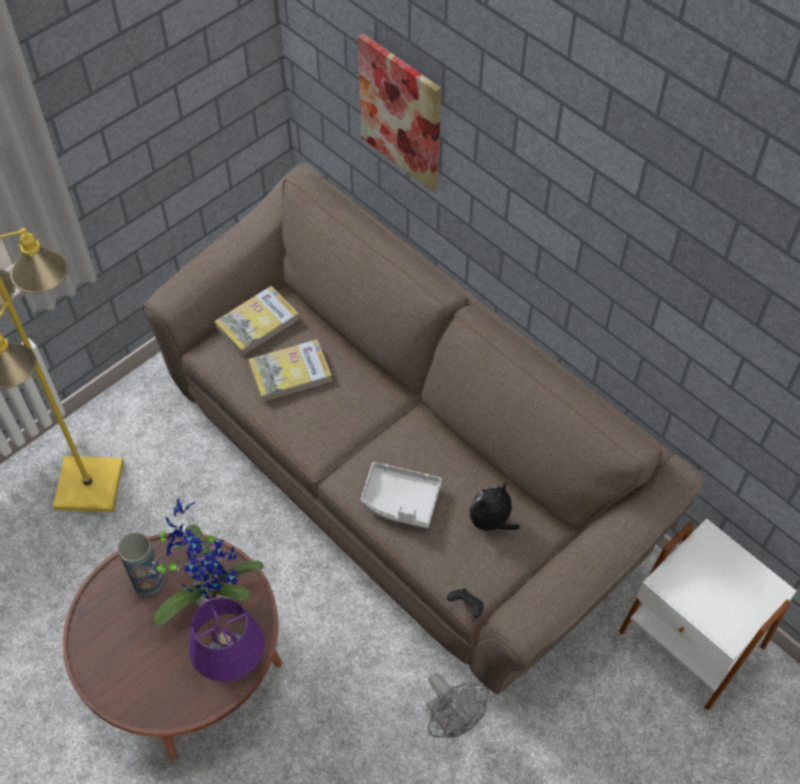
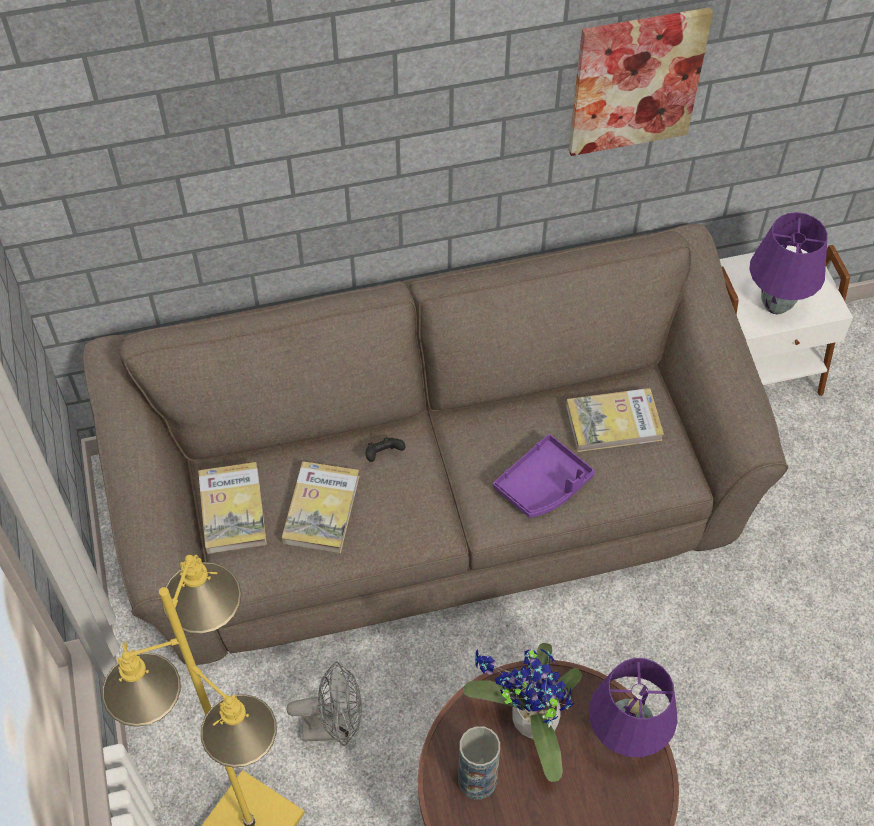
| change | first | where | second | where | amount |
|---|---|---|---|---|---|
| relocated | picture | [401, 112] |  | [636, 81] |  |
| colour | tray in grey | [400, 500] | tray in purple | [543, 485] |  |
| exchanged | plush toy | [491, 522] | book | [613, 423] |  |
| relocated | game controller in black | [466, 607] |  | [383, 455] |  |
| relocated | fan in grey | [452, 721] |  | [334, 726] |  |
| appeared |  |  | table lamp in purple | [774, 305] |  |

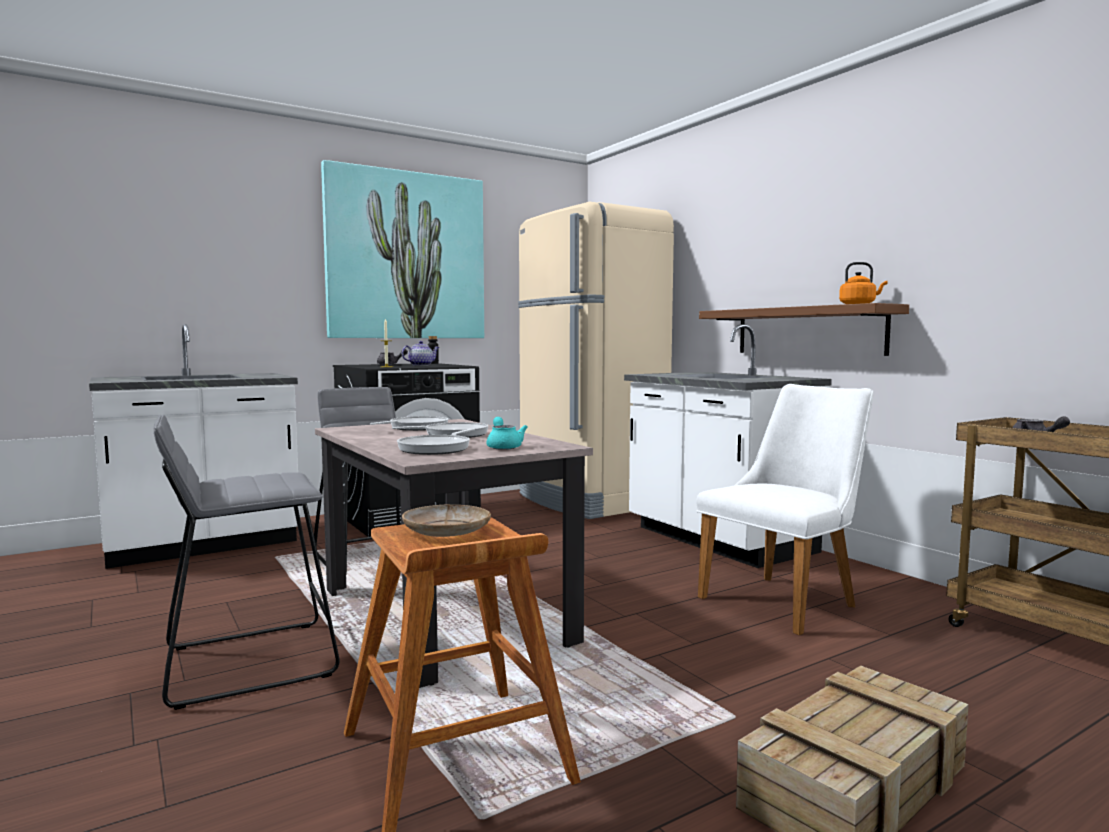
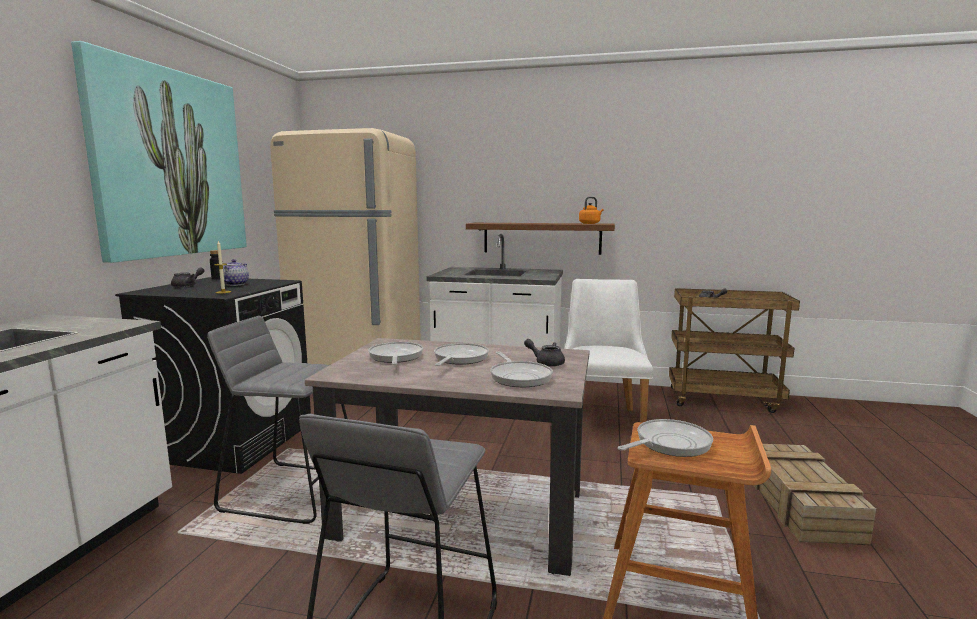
| change | first | where | second | where | amount |
|---|---|---|---|---|---|
| colour | teapot in turquoise | [504, 446] | teapot in grey | [546, 362] |  |
| exchanged | plate in beige | [446, 531] | frying pan | [669, 443] |  |

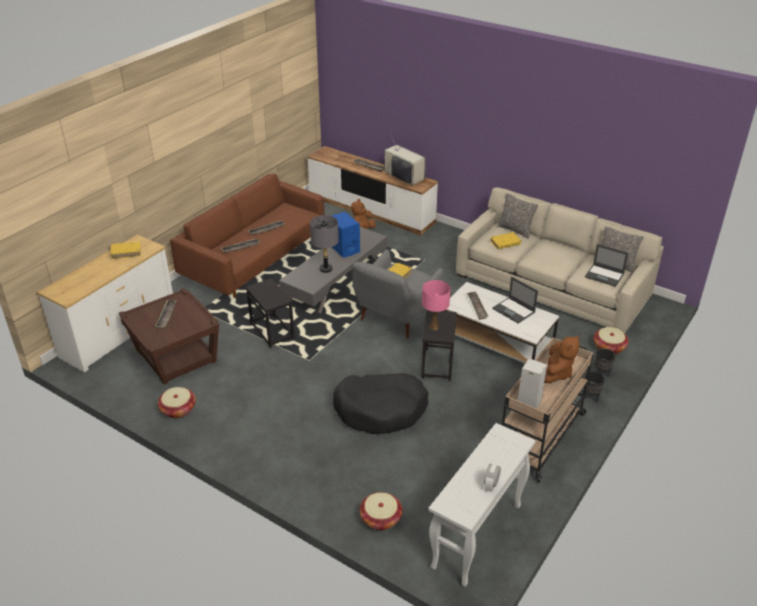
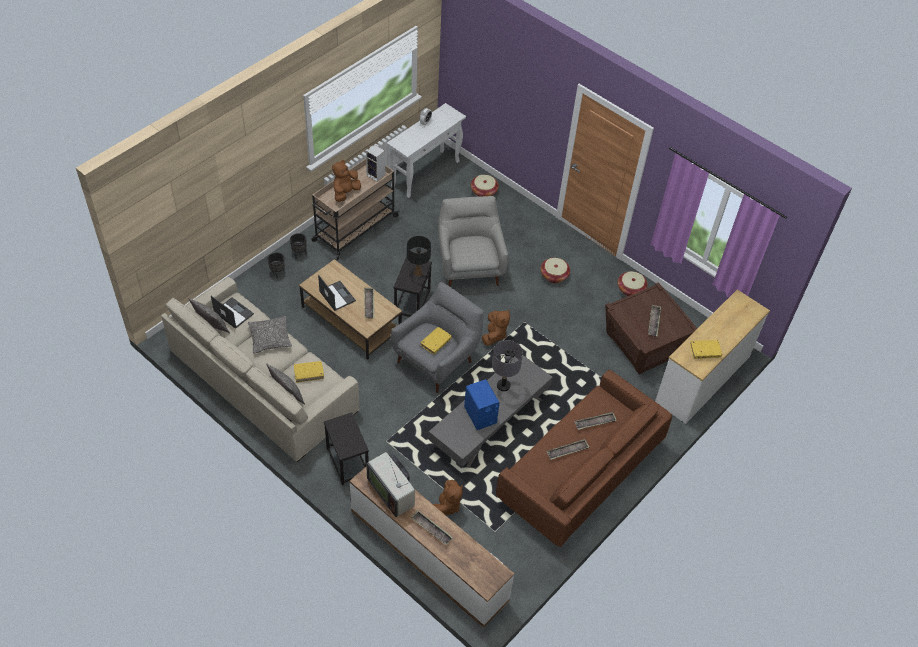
| change | first | where | second | where | amount |
|---|---|---|---|---|---|
| relocated | side table in black | [272, 331] |  | [347, 462] |  |
| colour | table lamp in pink | [434, 327] | table lamp in black | [418, 273] |  |
| colour | coffee table in white | [496, 340] | coffee table in brown | [351, 319] |  |
| relocated | basket | [609, 347] |  | [554, 275] |  |
| exchanged | dog bed in black | [381, 410] | armchair in grey | [469, 267] |  |
| appeared |  |  | plush toy in brown | [494, 335] |  |
| appeared |  |  | pillow | [270, 338] |  |

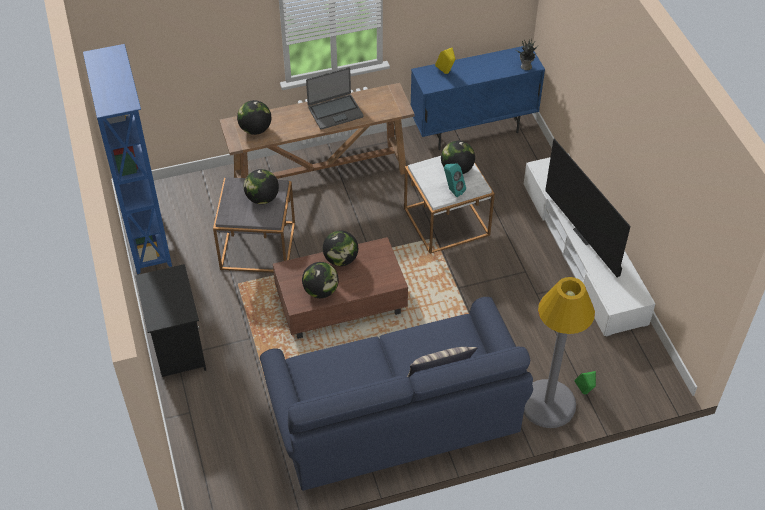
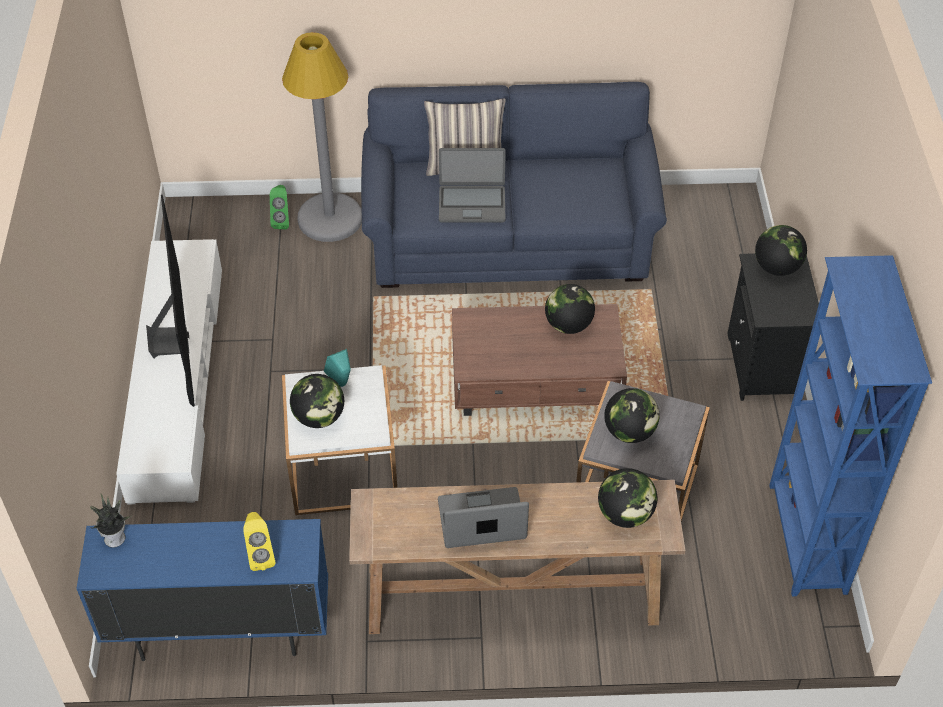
| change | first | where | second | where | amount |
|---|---|---|---|---|---|
| relocated | globe | [341, 259] |  | [776, 267] |  |
| appeared |  |  | laptop | [472, 204] |  |

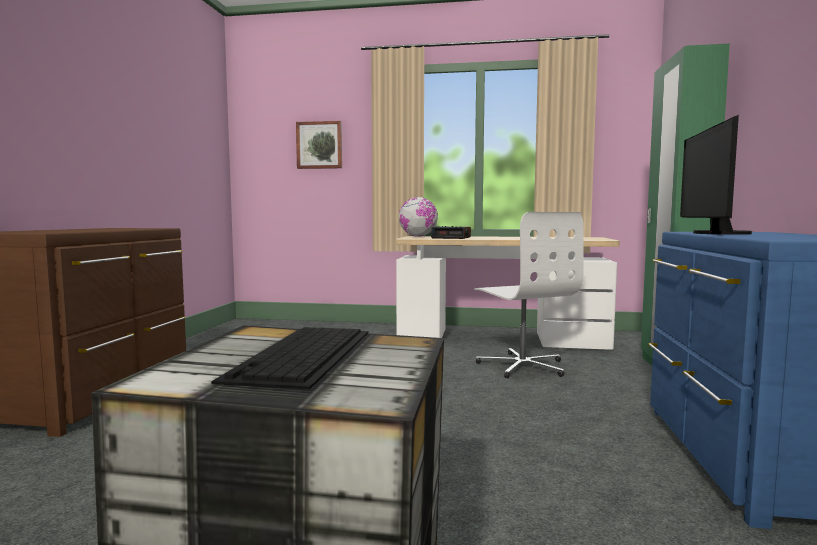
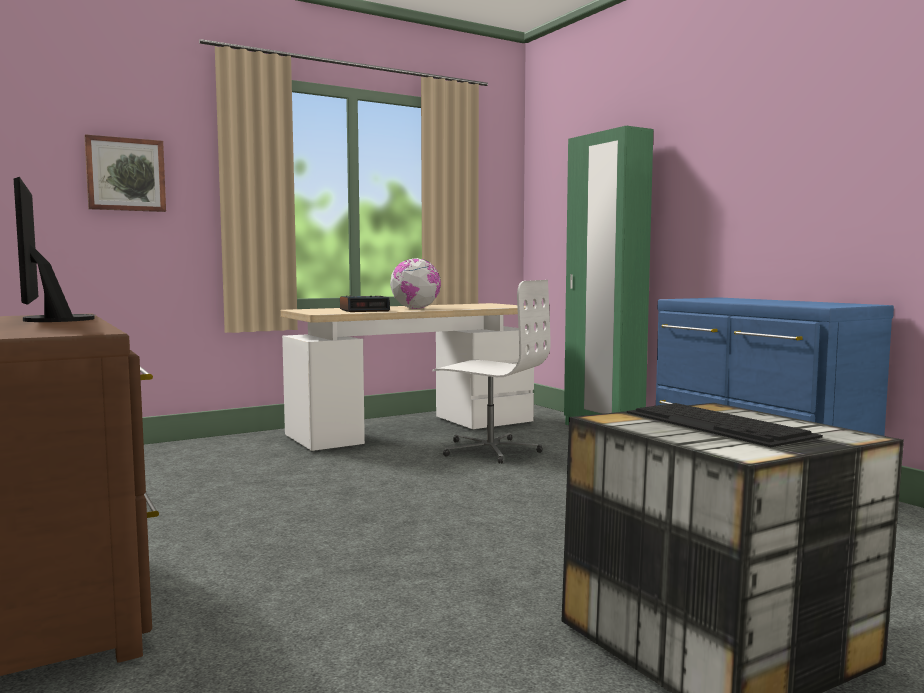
| change | first | where | second | where | amount |
|---|---|---|---|---|---|
| relocated | monitor | [715, 233] |  | [50, 320] |  |
| relocated | globe | [418, 236] |  | [416, 308] |  |

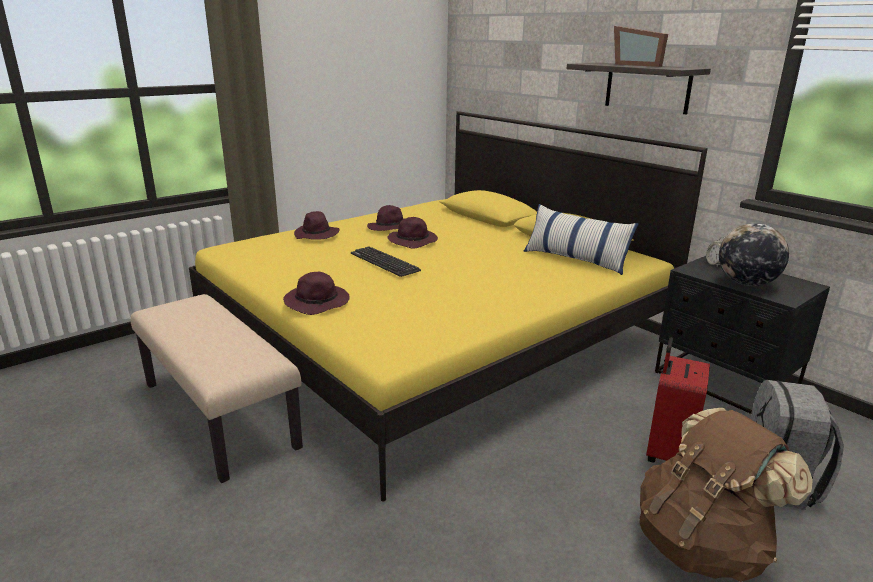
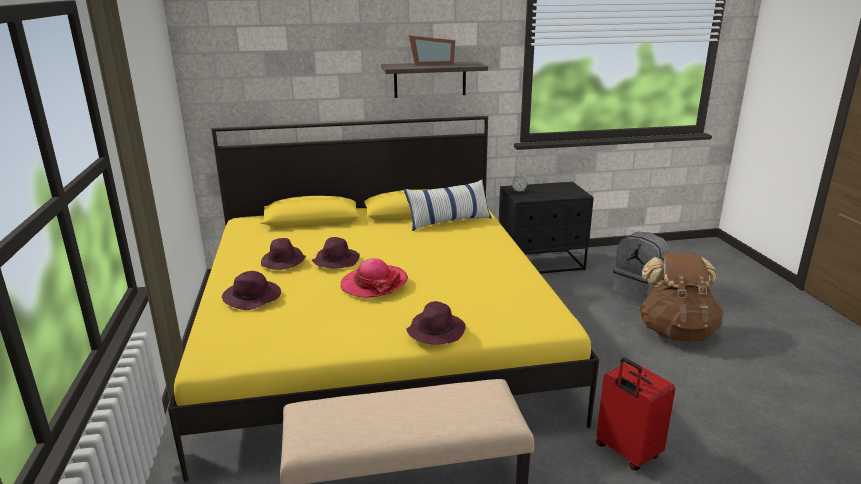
| change | first | where | second | where | amount |
|---|---|---|---|---|---|
| missing | globe | [746, 283] |  |  |  |
| exchanged | keyboard | [384, 262] | hat | [374, 283] |  |
| relocated | suitcase in red | [667, 453] |  | [626, 452] |  |

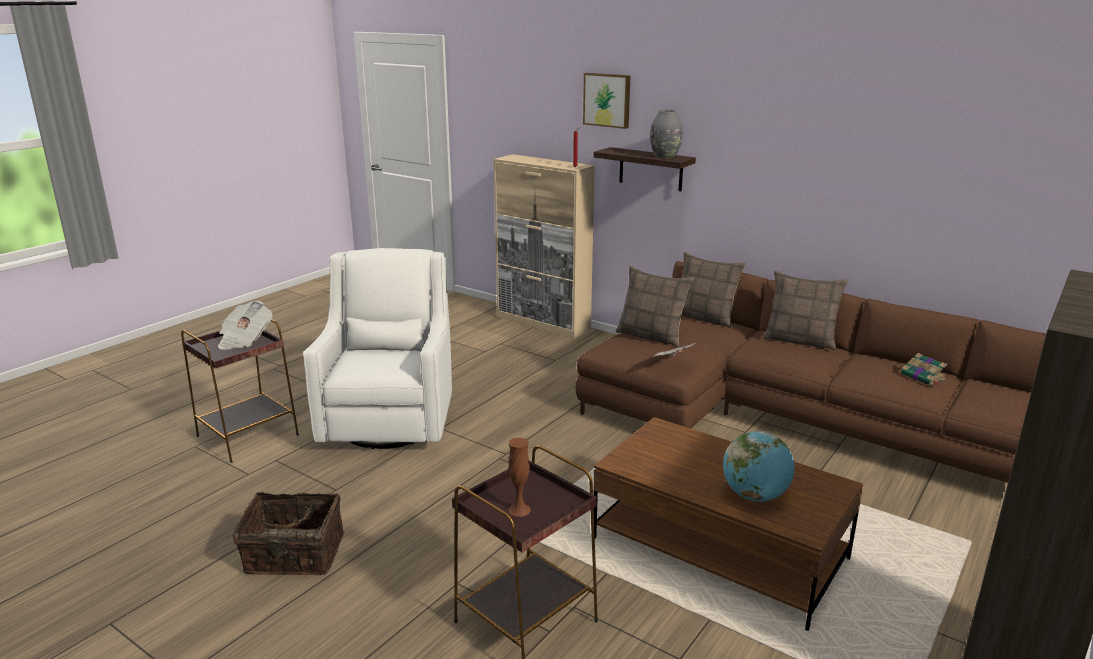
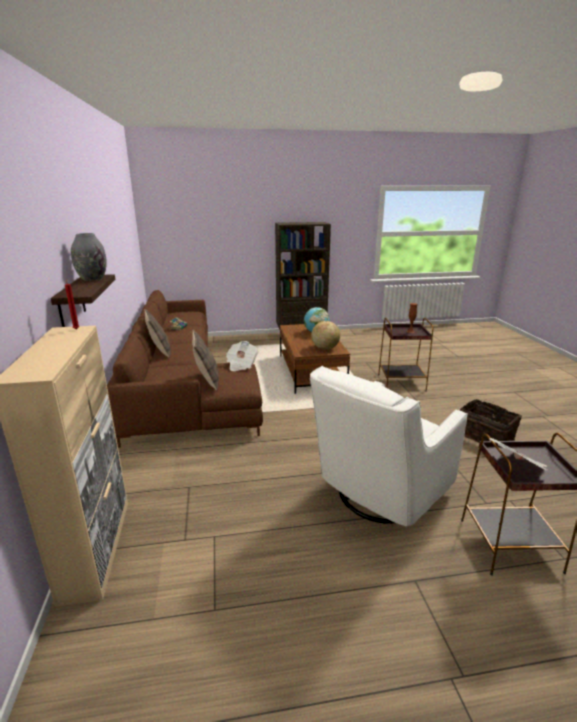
| change | first | where | second | where | amount |
|---|---|---|---|---|---|
| missing | picture | [607, 100] |  |  |  |
| missing | pillow | [704, 318] |  |  |  |
| appeared |  |  | globe | [325, 348] |  |

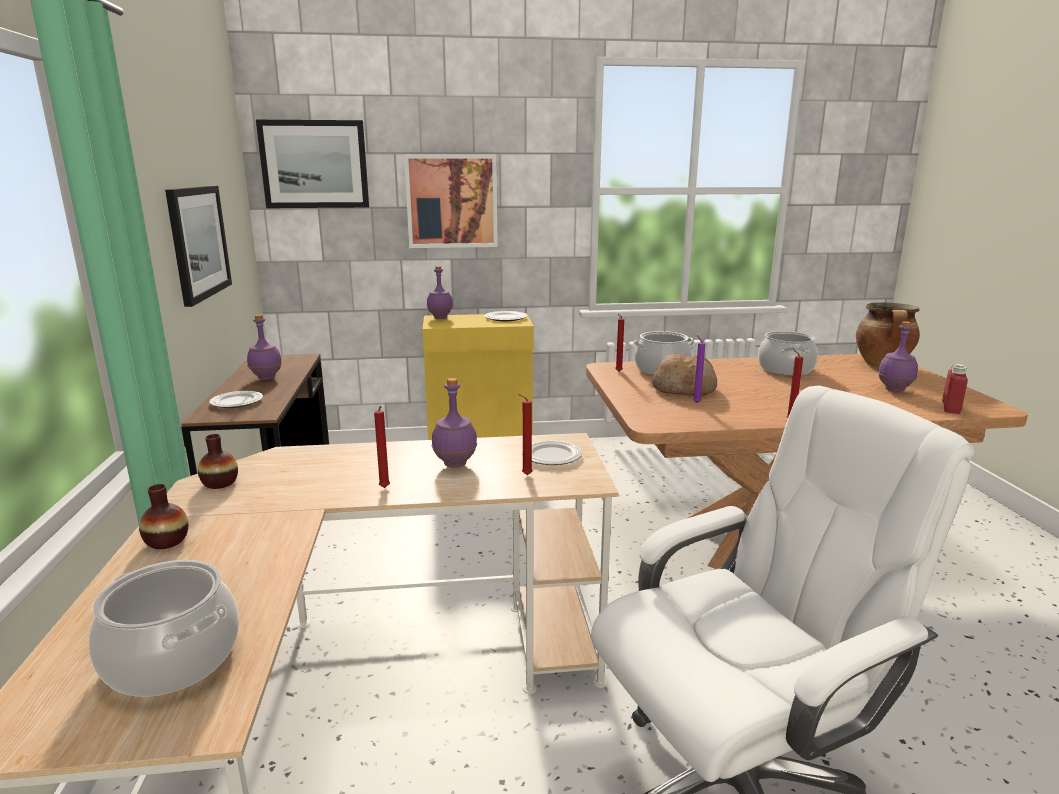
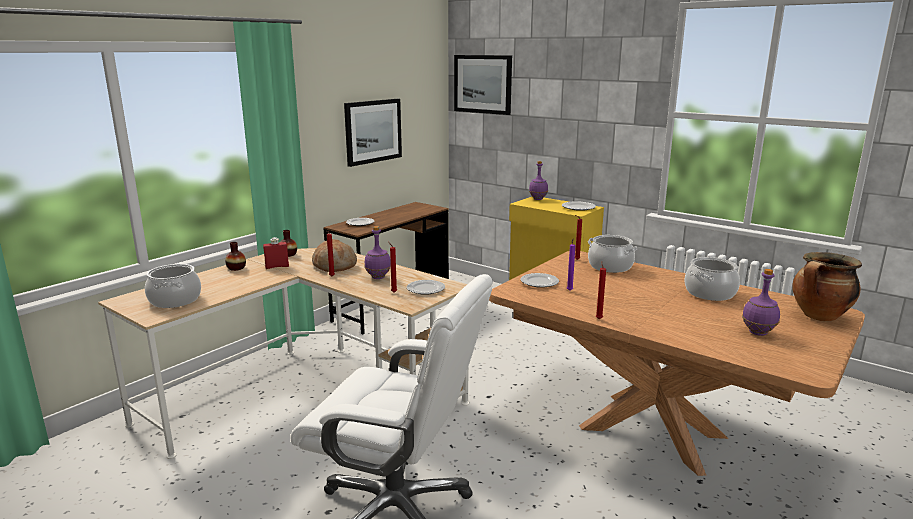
| change | first | where | second | where | amount |
|---|---|---|---|---|---|
| missing | picture | [452, 201] |  |  |  |
| missing | bottle in purple | [266, 378] |  |  |  |
| relocated | bread | [684, 389] |  | [334, 266] |  |
| relocated | bottle in red | [950, 408] |  | [277, 266] |  |
| appeared |  |  | plate | [539, 282] |  |

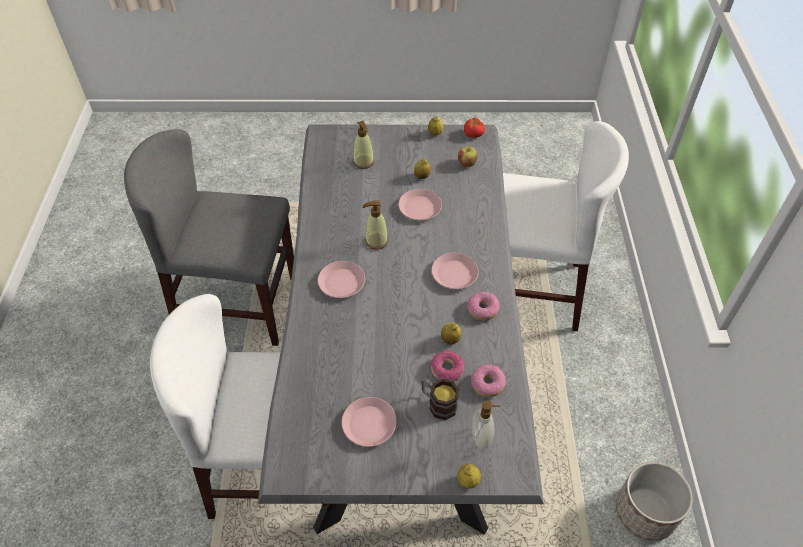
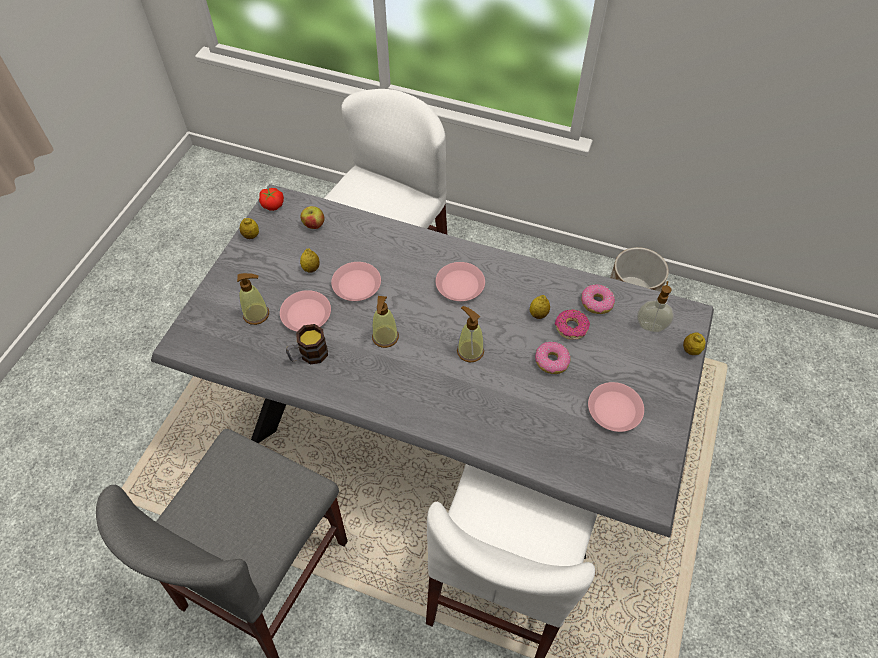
| change | first | where | second | where | amount |
|---|---|---|---|---|---|
| relocated | plate in pink | [341, 282] |  | [306, 314] |  |
| relocated | donut | [482, 309] |  | [551, 361] |  |
| relocated | mug | [438, 403] |  | [308, 355] |  |
| appeared |  |  | soap dispenser | [470, 351] |  |

